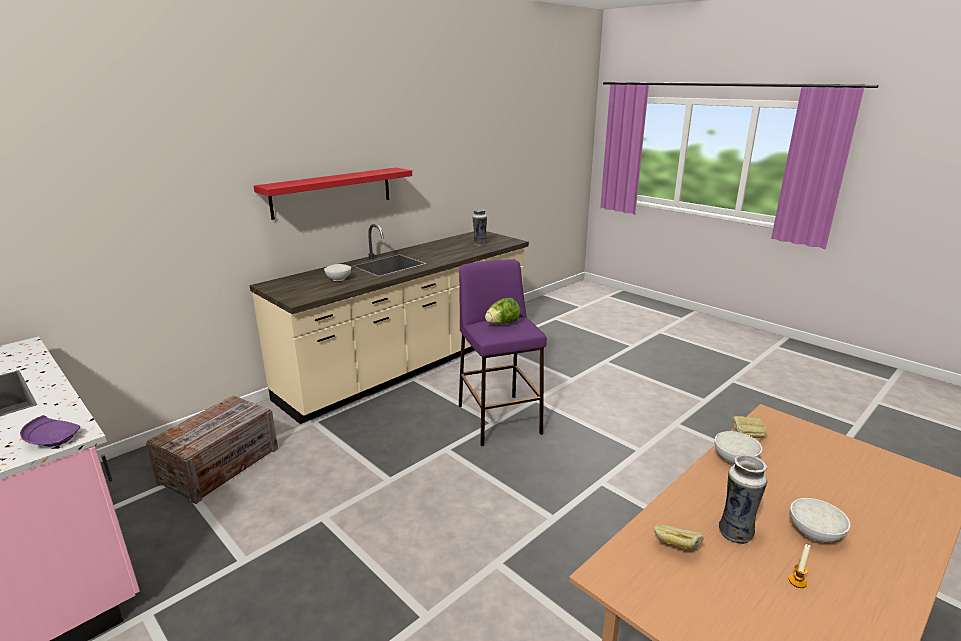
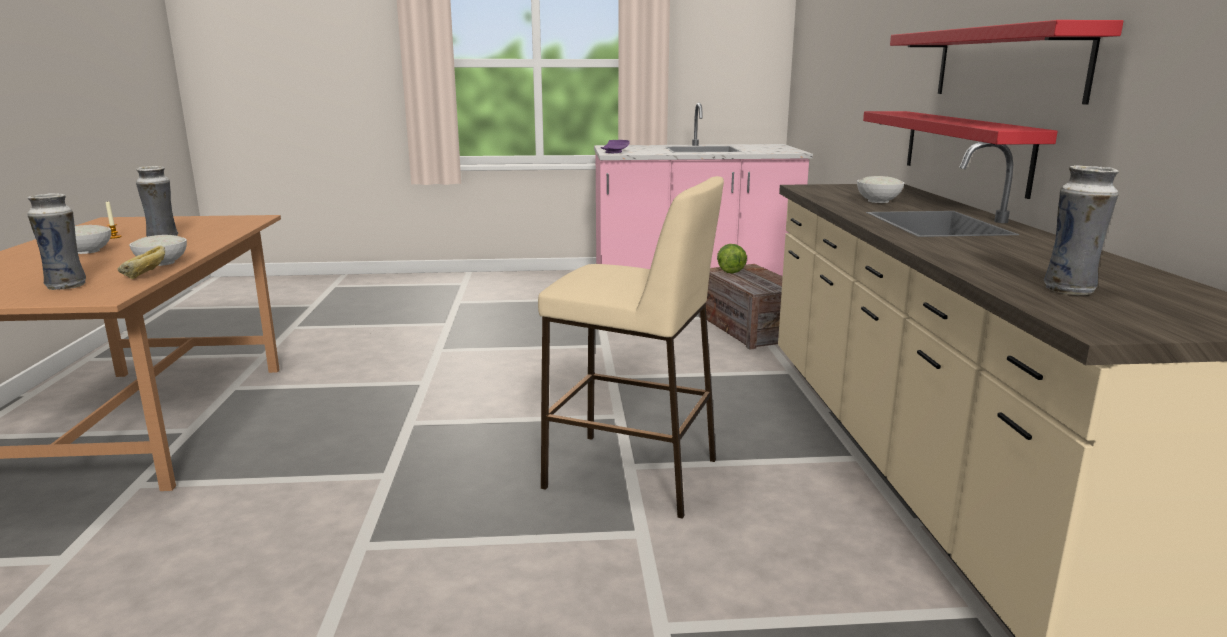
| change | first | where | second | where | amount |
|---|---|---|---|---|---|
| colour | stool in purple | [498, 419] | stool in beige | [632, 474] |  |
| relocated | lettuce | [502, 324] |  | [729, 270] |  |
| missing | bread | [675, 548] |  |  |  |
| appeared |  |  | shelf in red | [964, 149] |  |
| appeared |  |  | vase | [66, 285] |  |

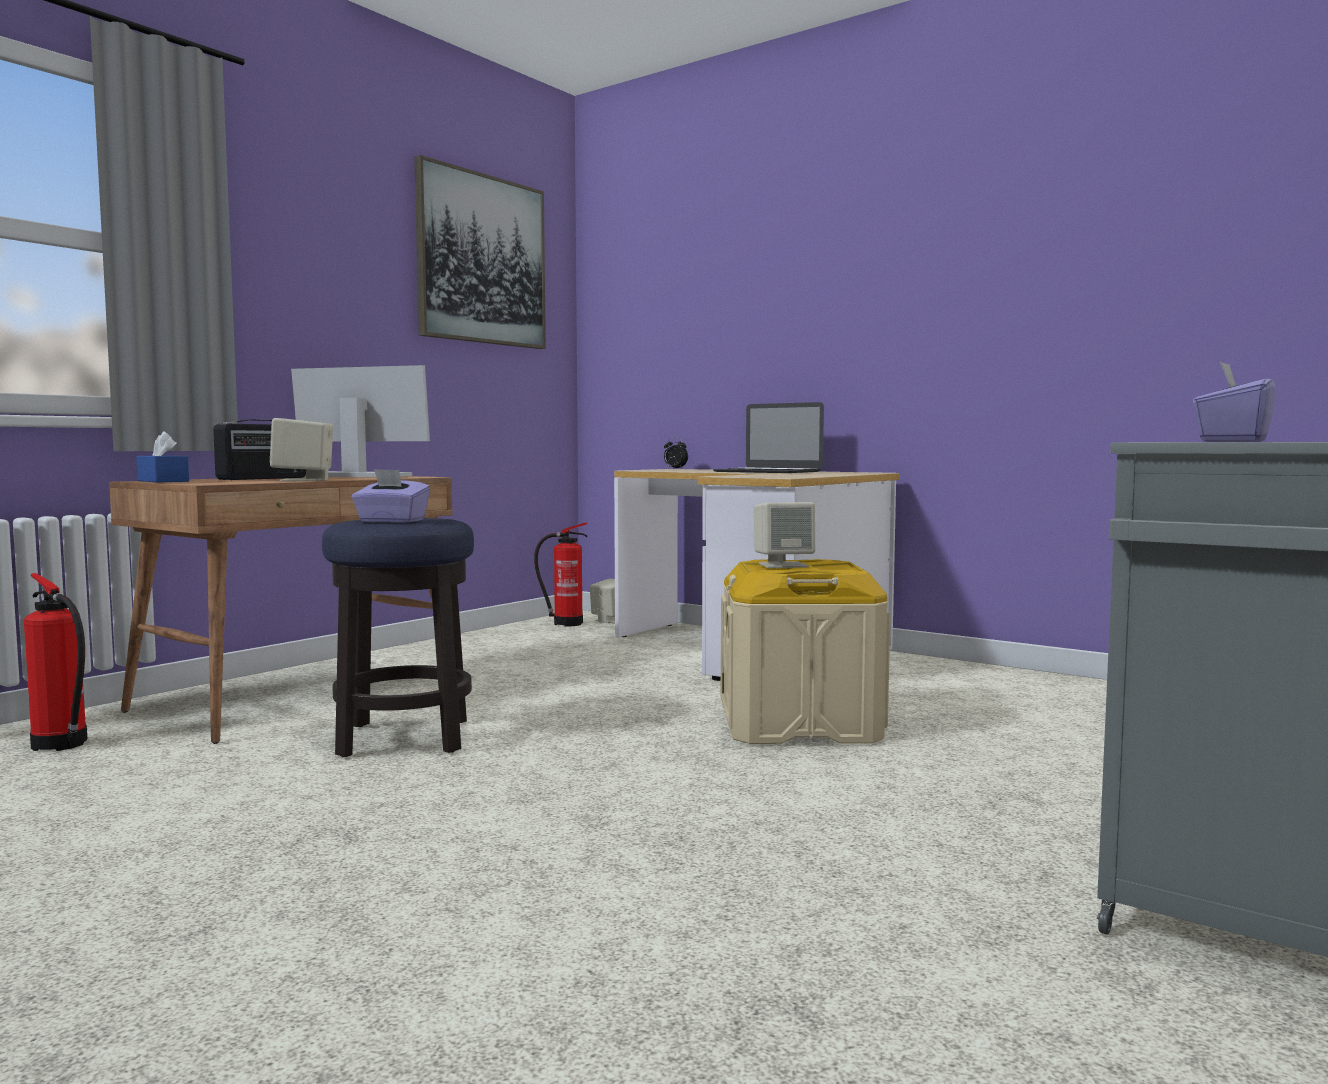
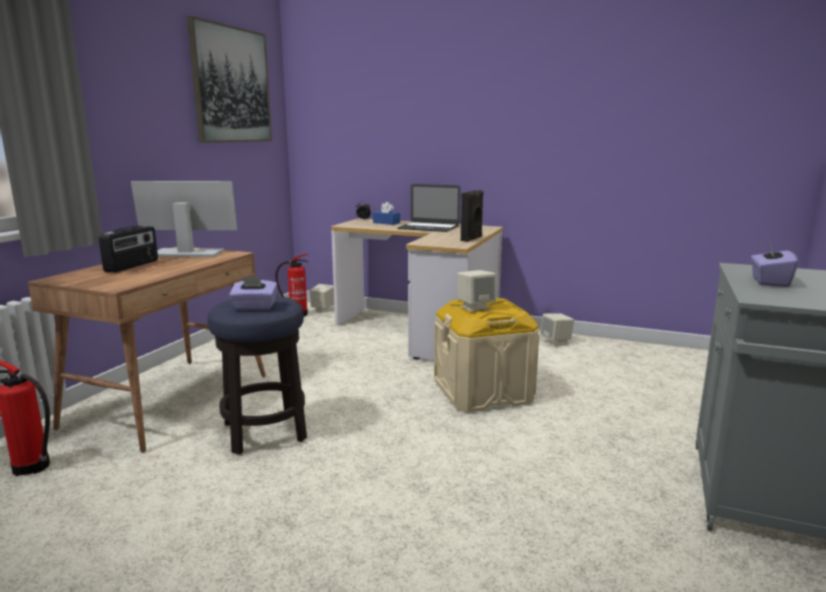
| change | first | where | second | where | amount |
|---|---|---|---|---|---|
| relocated | speaker in beige | [304, 480] |  | [556, 342] |  |
| relocated | tissue box in blue | [163, 481] |  | [386, 223] |  |
| appeared |  |  | speaker in black | [472, 239] |  |

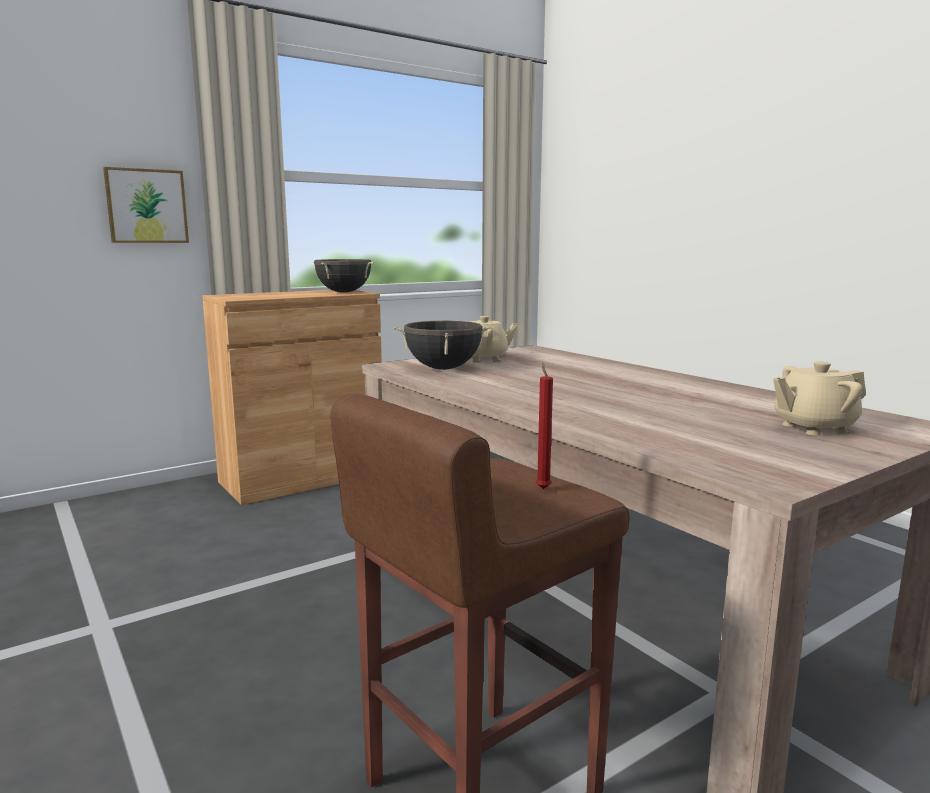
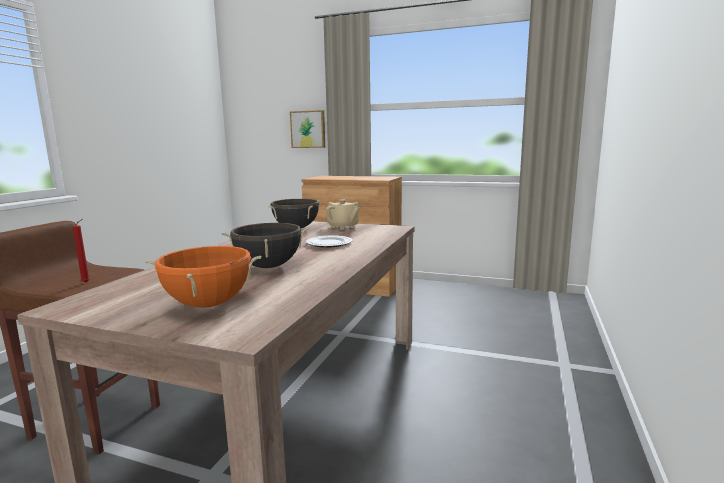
| change | first | where | second | where | amount |
|---|---|---|---|---|---|
| relocated | cooking pot in black | [343, 292] |  | [268, 266] |  |
| exchanged | teapot in beige | [813, 427] | cooking pot in orange | [209, 304] |  |
| appeared |  |  | plate | [328, 243] |  |

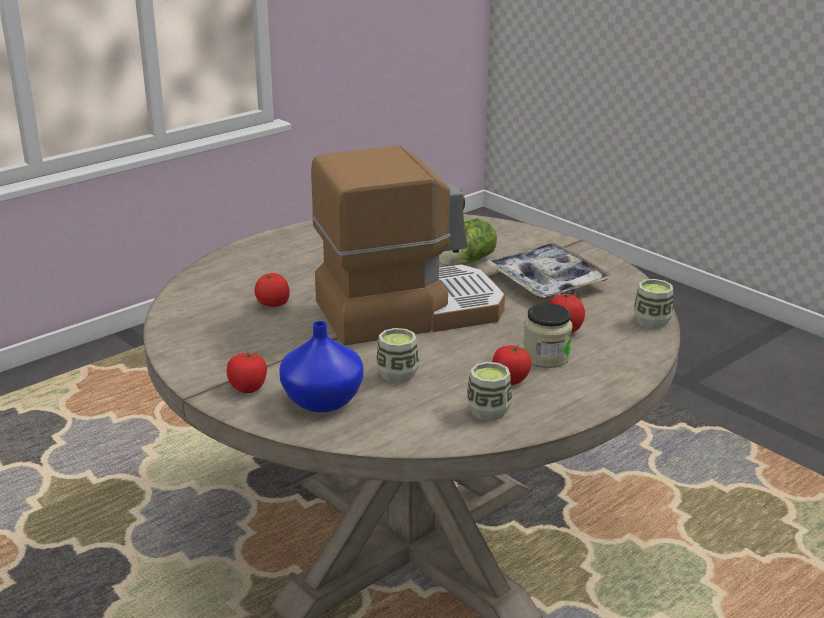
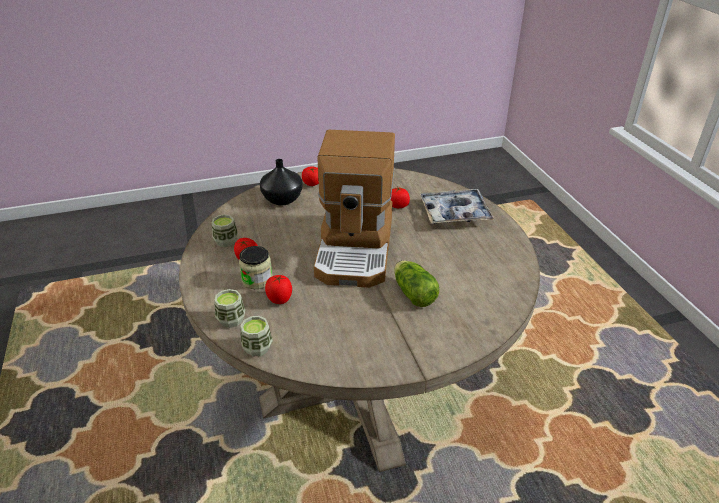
| change | first | where | second | where | amount |
|---|---|---|---|---|---|
| relocated | tray | [548, 281] |  | [455, 213] |  |
| colour | vase in blue | [321, 400] | vase in black | [283, 199] |  |
| relocated | cup | [397, 374] |  | [231, 320] |  |

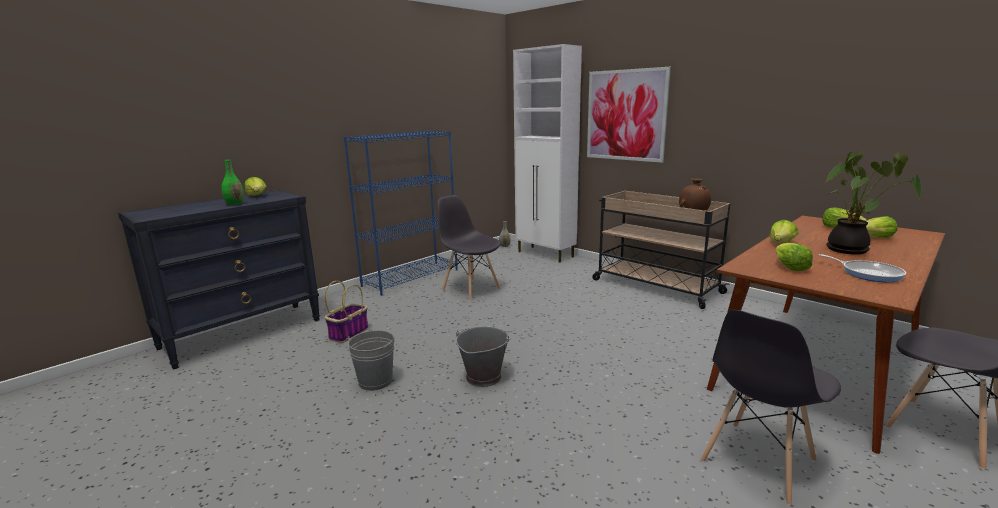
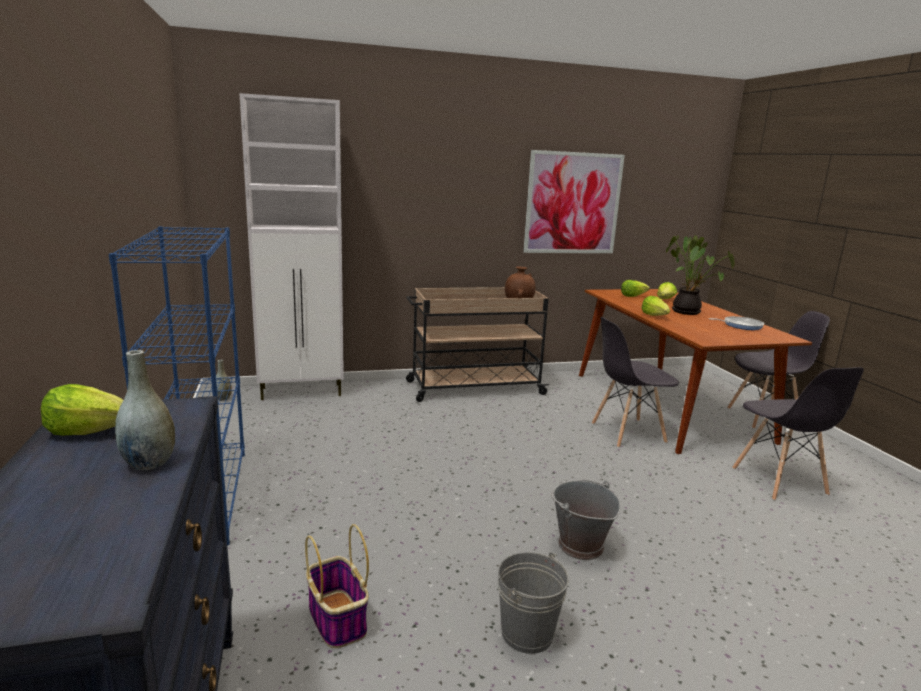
| change | first | where | second | where | amount |
|---|---|---|---|---|---|
| relocated | picture | [625, 115] |  | [573, 203] |  |
| colour | vase in green | [235, 204] | vase in grey | [149, 463] |  |
| relocated | chair in grey | [470, 290] |  | [627, 433] |  |
| missing | lettuce | [789, 267] |  |  |  |

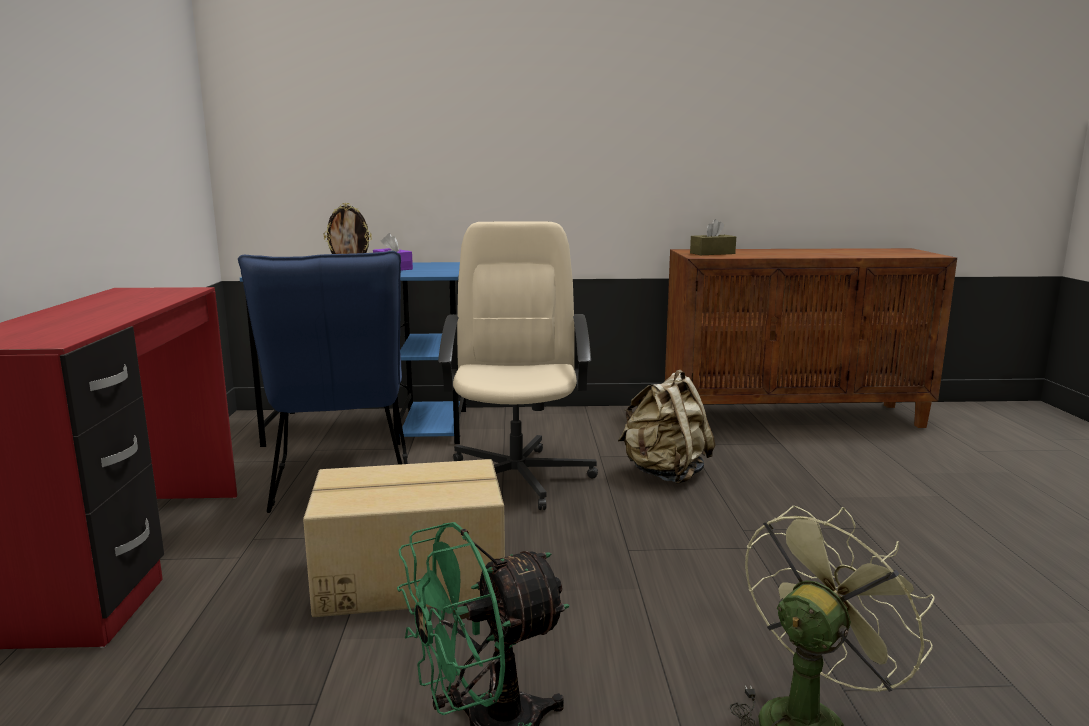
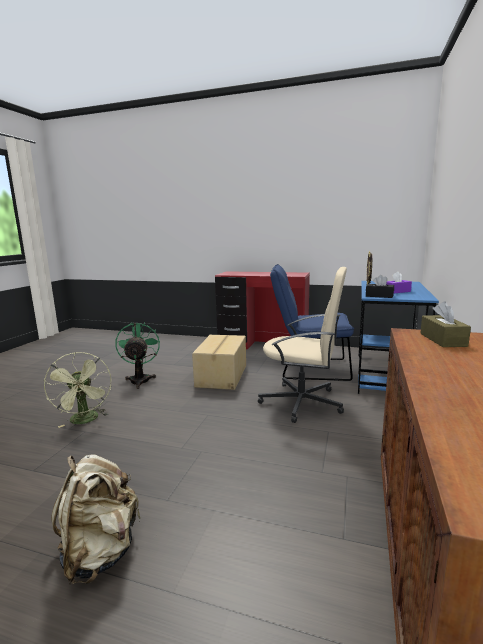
| change | first | where | second | where | amount |
|---|---|---|---|---|---|
| relocated | backpack in beige | [665, 474] |  | [100, 551] |  |
| appeared |  |  | tissue box in black | [379, 296] |  |

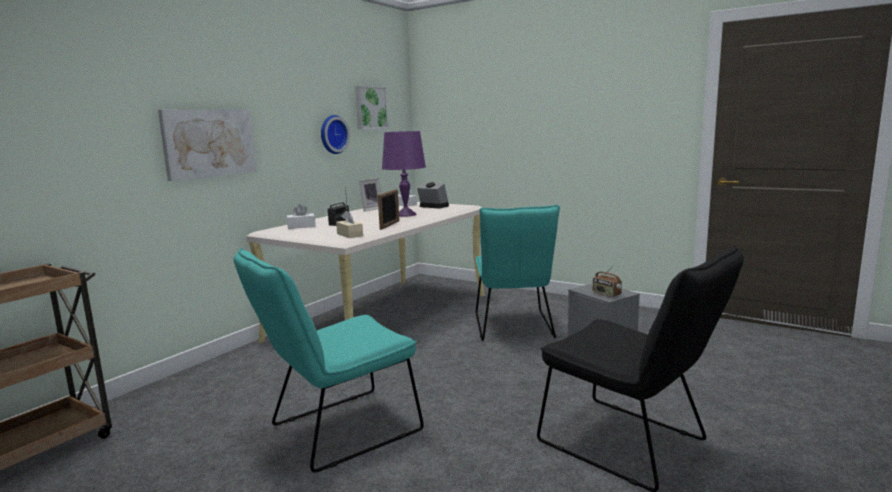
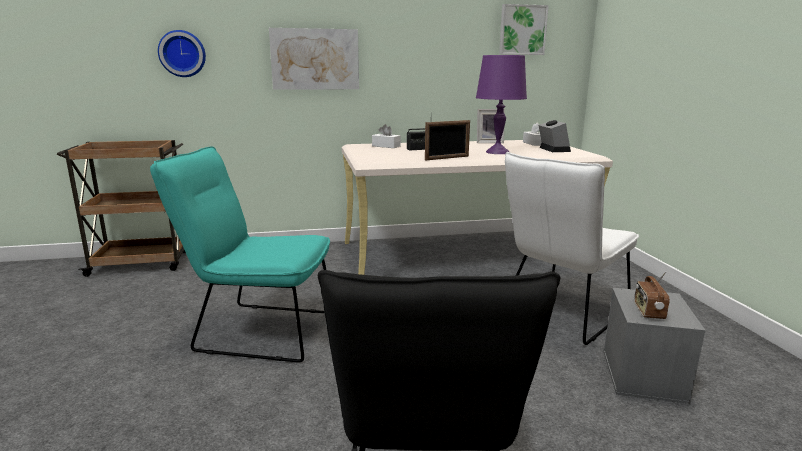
| change | first | where | second | where | amount |
|---|---|---|---|---|---|
| relocated | wall clock | [332, 134] |  | [182, 54] |  |
| colour | chair in turquoise | [514, 328] | chair in white | [560, 315] |  |
| missing | tissue box in beige | [350, 235] |  |  |  |

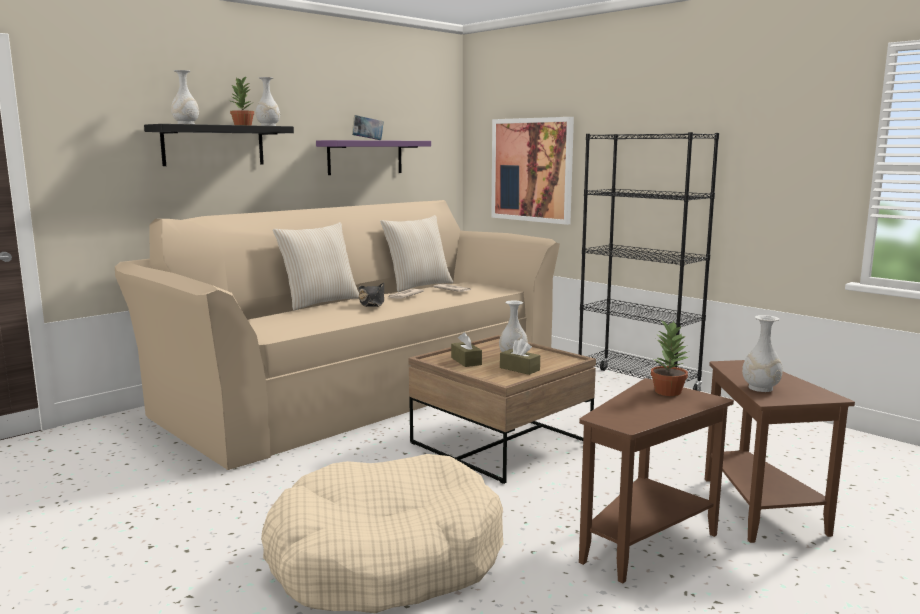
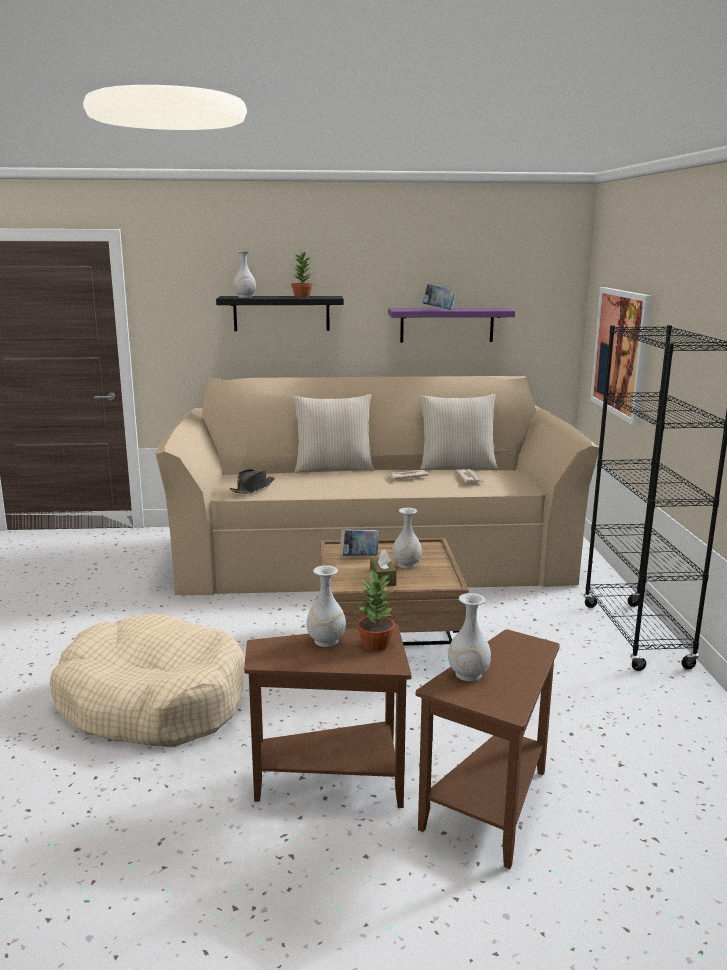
| change | first | where | second | where | amount |
|---|---|---|---|---|---|
| relocated | vase in white | [268, 126] |  | [325, 641] |  |
| relocated | hat in black | [372, 303] |  | [252, 488] |  |
| exchanged | tissue box in brown | [466, 361] | book | [359, 557] |  |

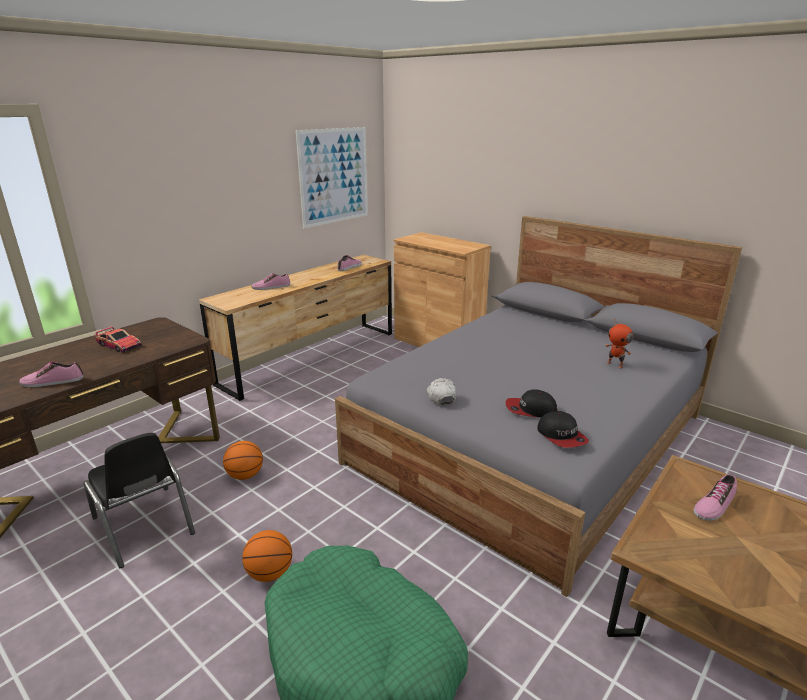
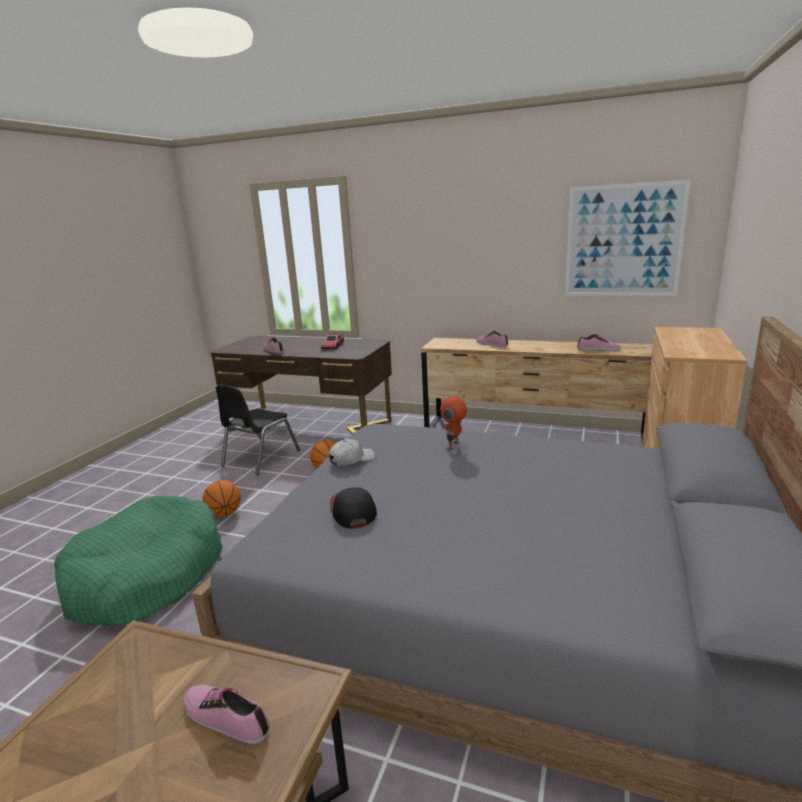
| change | first | where | second | where | amount |
|---|---|---|---|---|---|
| relocated | toy robot | [615, 364] |  | [454, 446] |  |
| missing | cap | [561, 436] |  |  |  |

